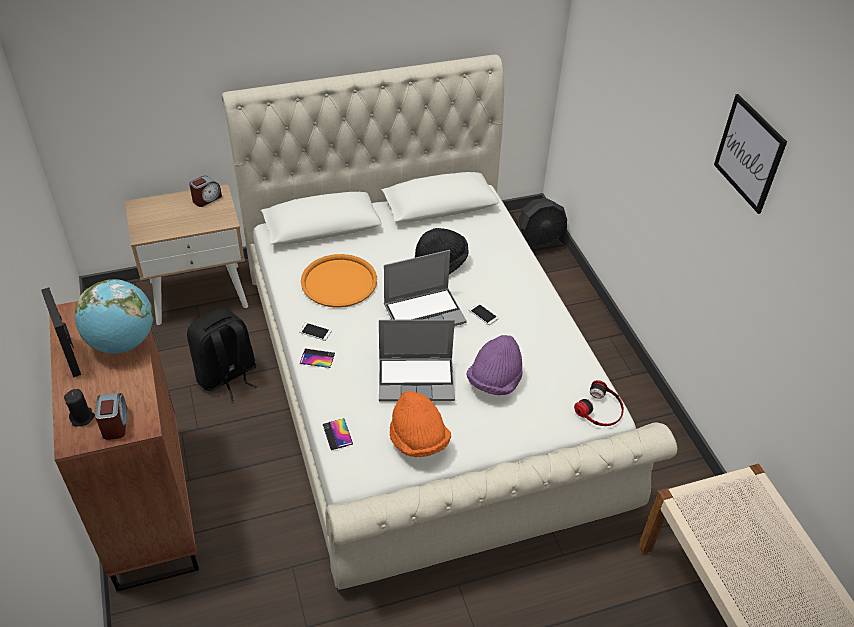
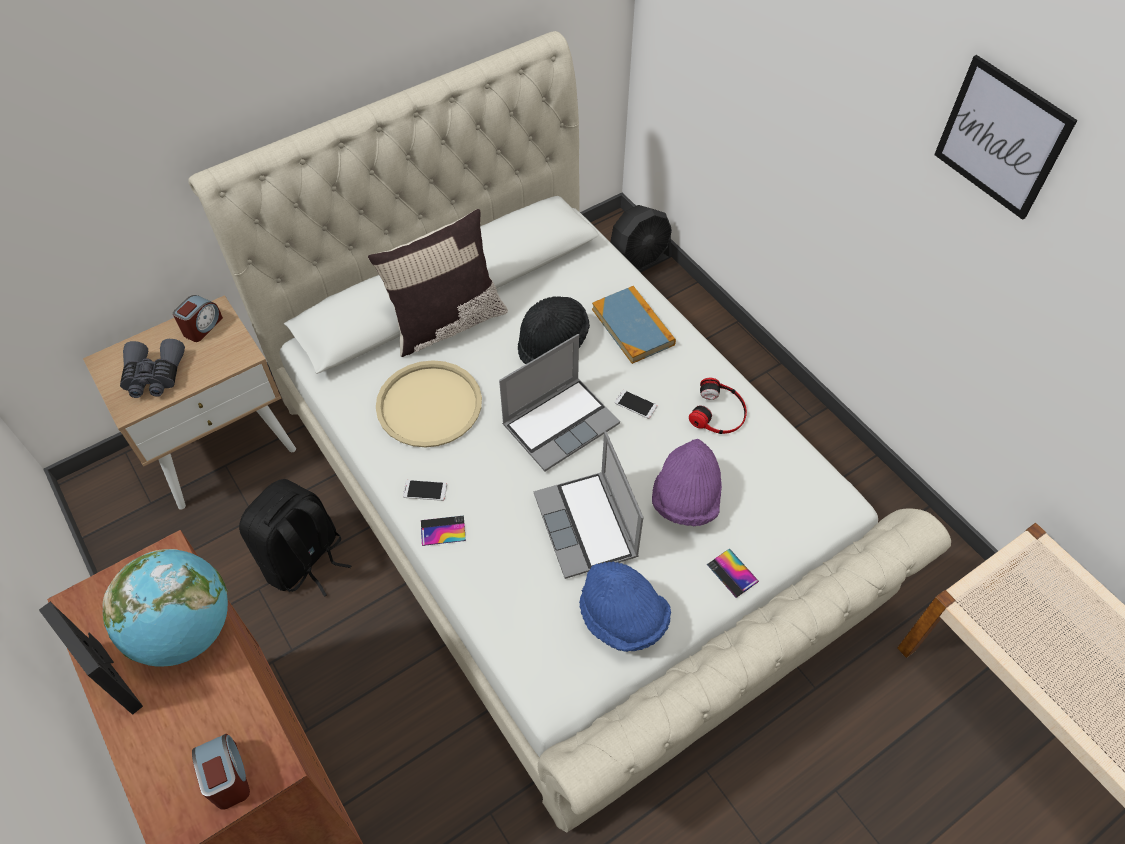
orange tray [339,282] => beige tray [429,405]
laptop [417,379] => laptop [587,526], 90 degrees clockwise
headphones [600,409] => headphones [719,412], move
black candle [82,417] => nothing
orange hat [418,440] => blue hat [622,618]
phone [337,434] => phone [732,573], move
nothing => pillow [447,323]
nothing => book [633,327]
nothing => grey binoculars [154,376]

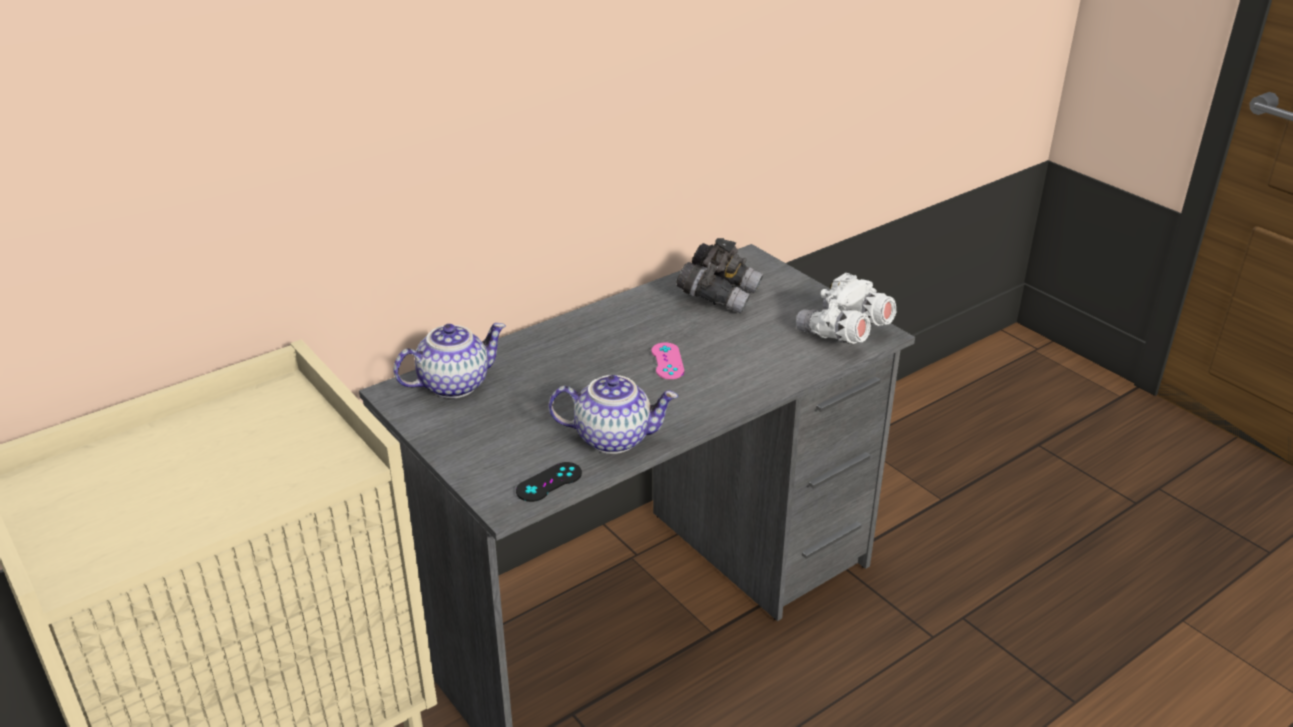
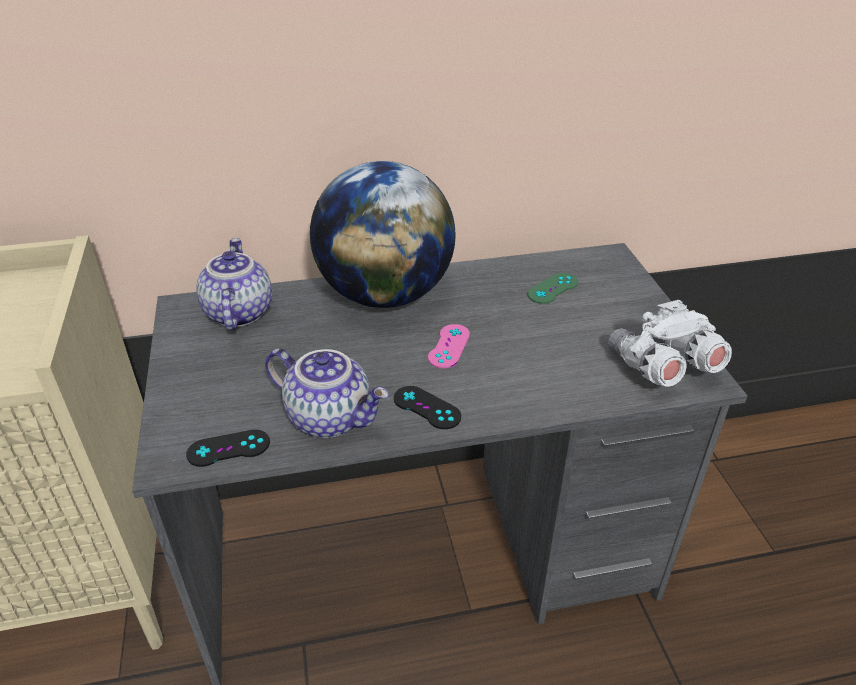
grey binoculars [719,295] => green game controller [553,288]
teapot [454,384] => teapot [237,313], 90 degrees counterclockwise
nothing => globe [385,294]
nothing => black game controller [427,407]

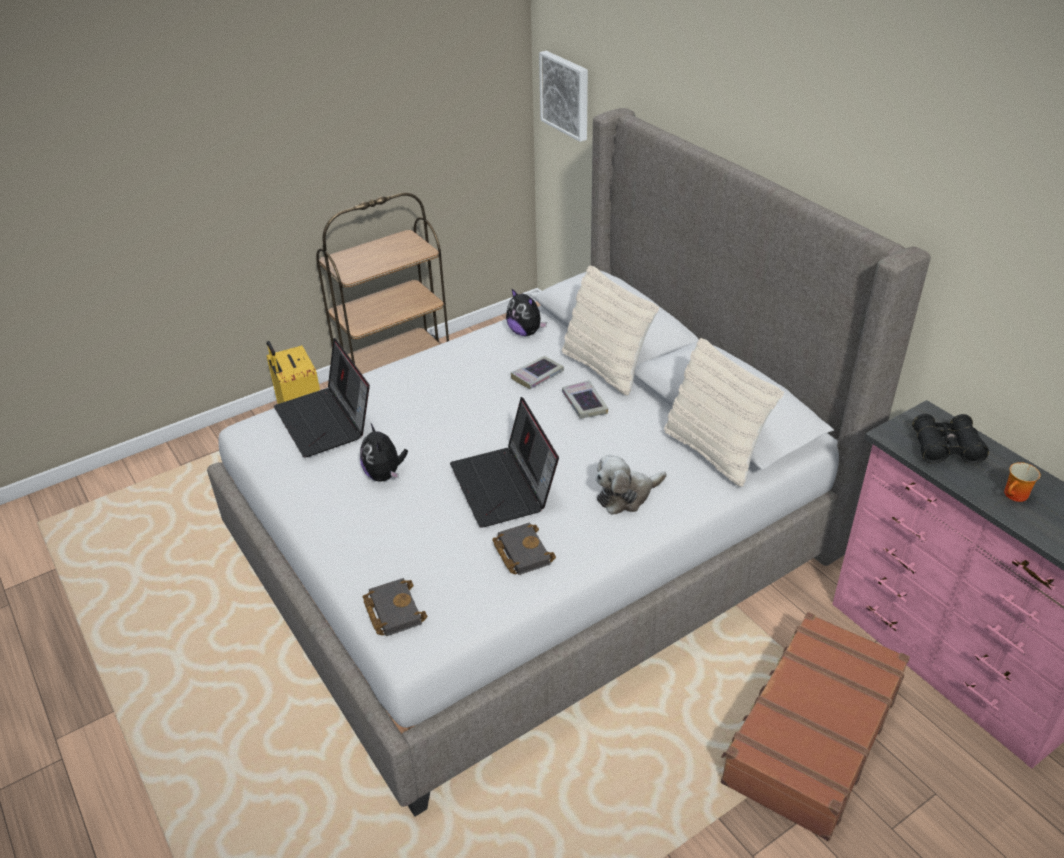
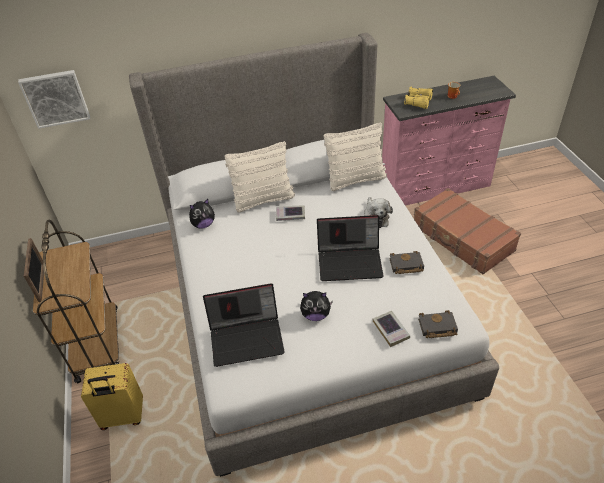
book [537,376] => book [391,330], move
black binoculars [945,448] => yellow binoculars [418,102]
nothing => picture frame [42,282]

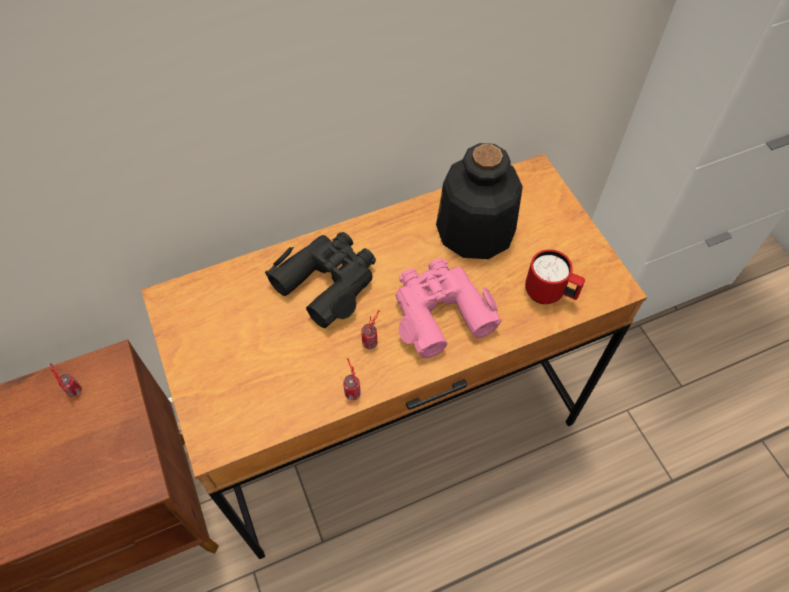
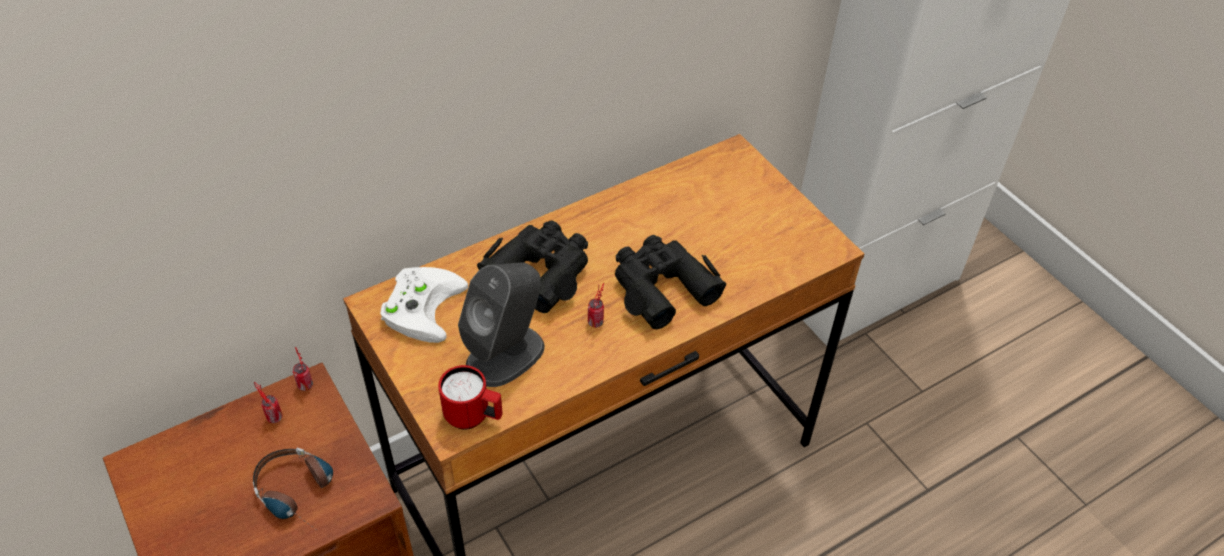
bottle [475,230] => nothing
red mug [549,294] => red mug [473,417], move
pink binoculars [440,311] => black binoculars [661,286]
can [352,391] => can [305,383], move
nothing => grey speaker [506,354]
nothing => white game controller [421,305]
nothing => headphones [301,494]

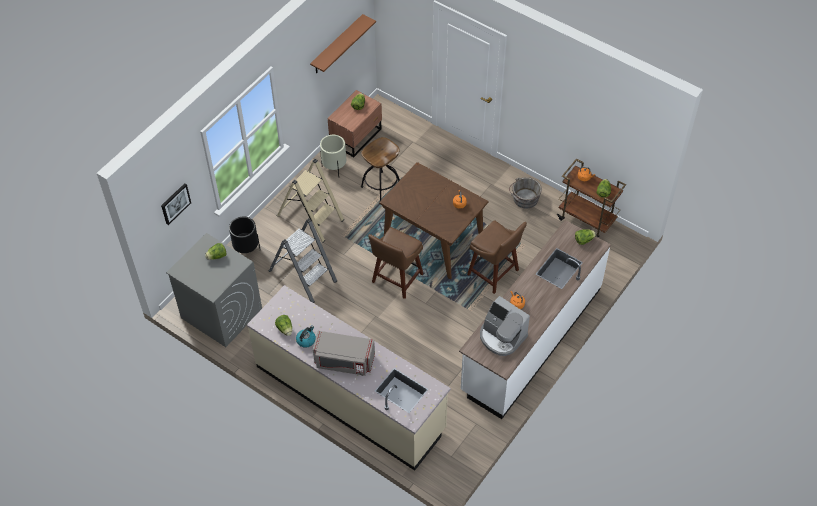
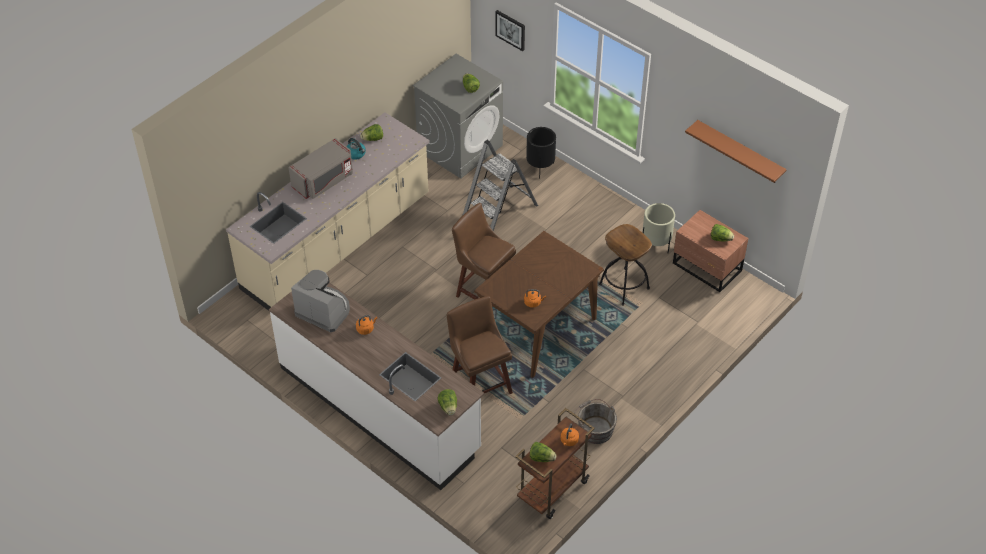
beige step ladder [309,217] => nothing
brown chair [495,274] => brown chair [479,384], 105 degrees clockwise
coffee machine [502,337] => coffee machine [324,311], 75 degrees clockwise
grey microwave [344,361] => grey microwave [323,181], 150 degrees counterclockwise

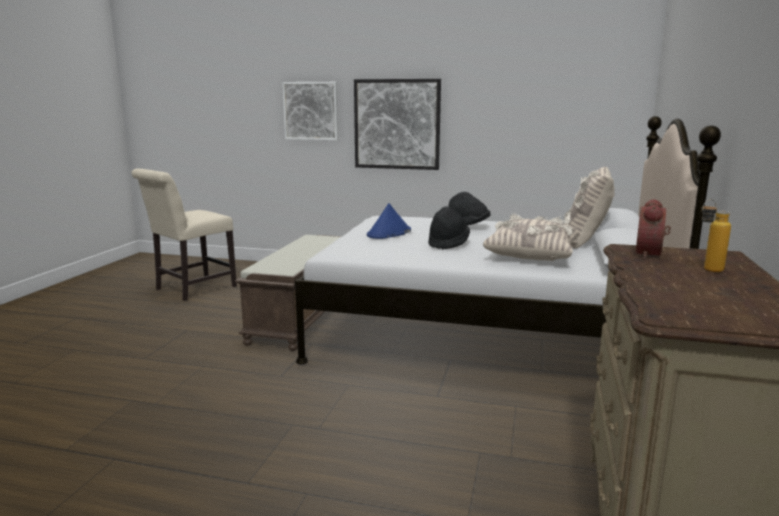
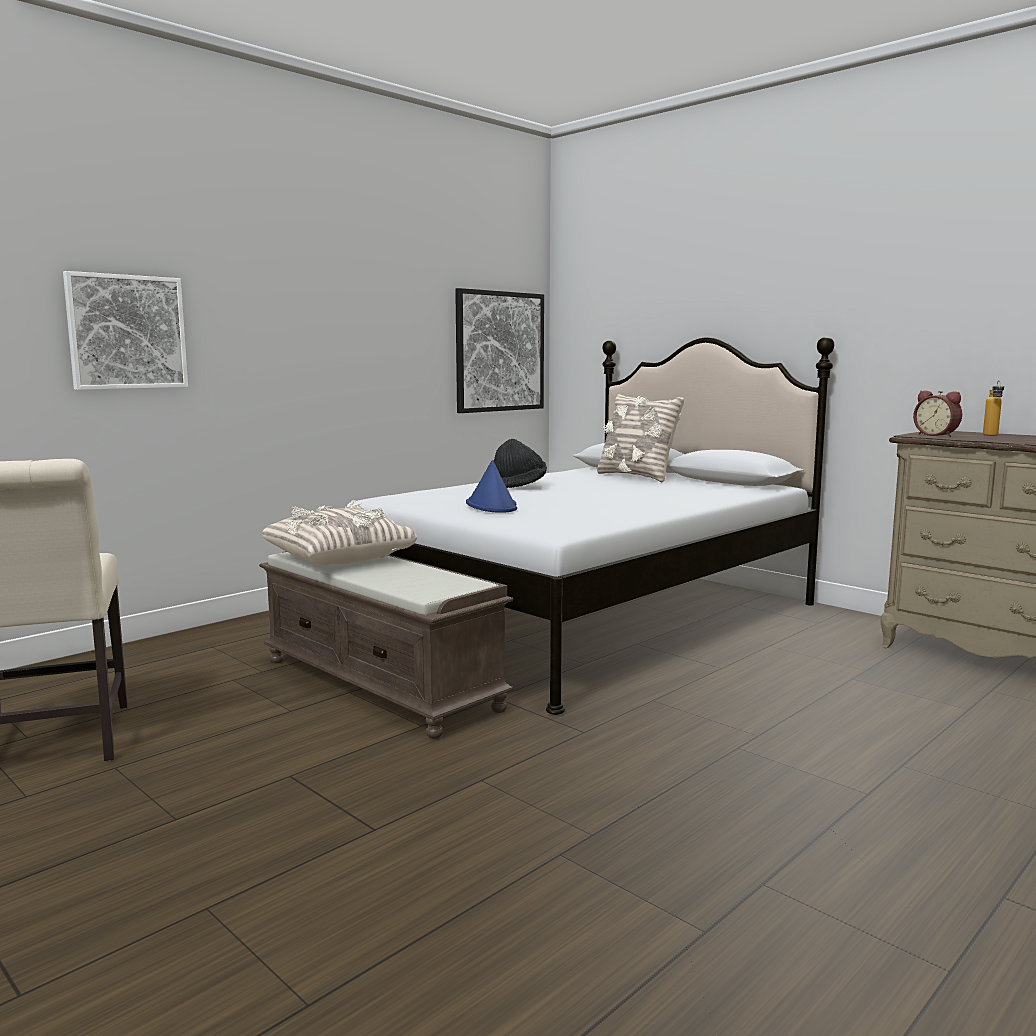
picture [397,124] => picture [500,351], move
black hat [448,244] => nothing
beige pillow [531,256] => beige pillow [339,560], move

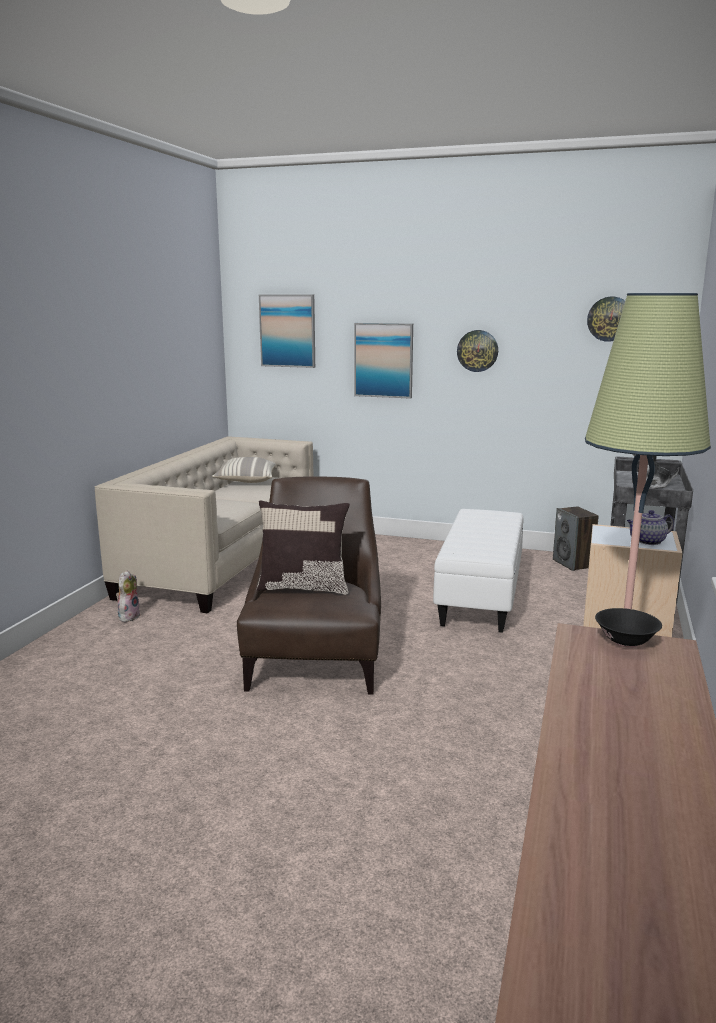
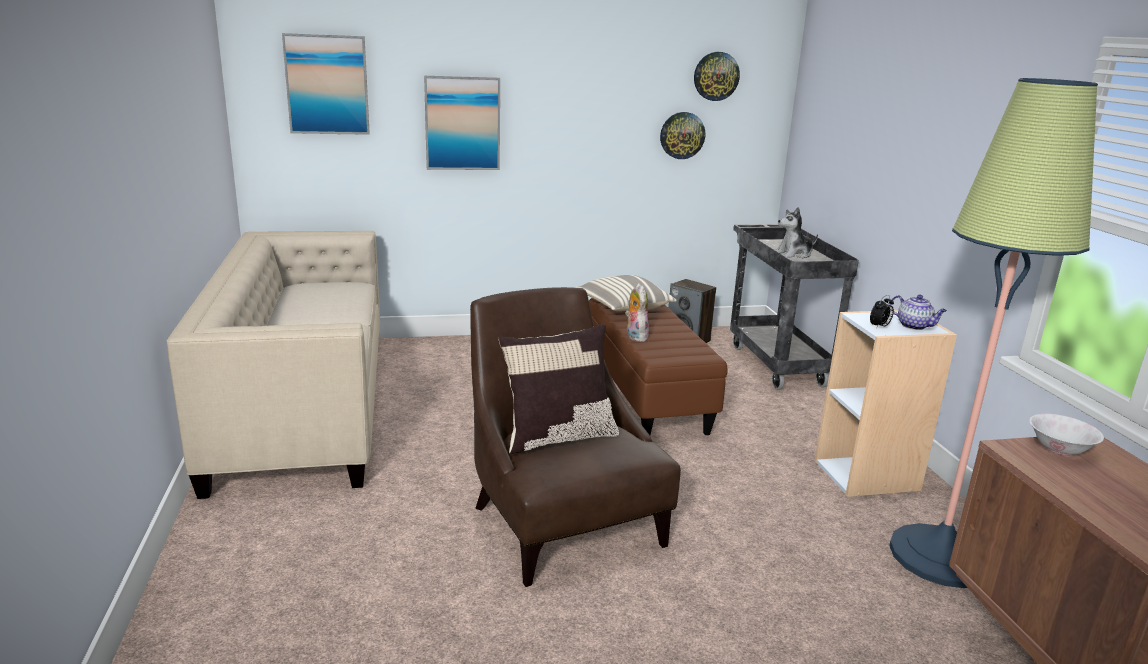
wall clock [477,351] => wall clock [682,135], move
pillow [246,481] => pillow [623,307], move
white ottoman [481,597] => brown ottoman [647,397]
teapot [648,541] => teapot [914,326], 90 degrees counterclockwise
plush toy [128,616] => plush toy [635,336], move
black bowl [626,642] => white bowl [1060,449]
nothing => alarm clock [879,327]

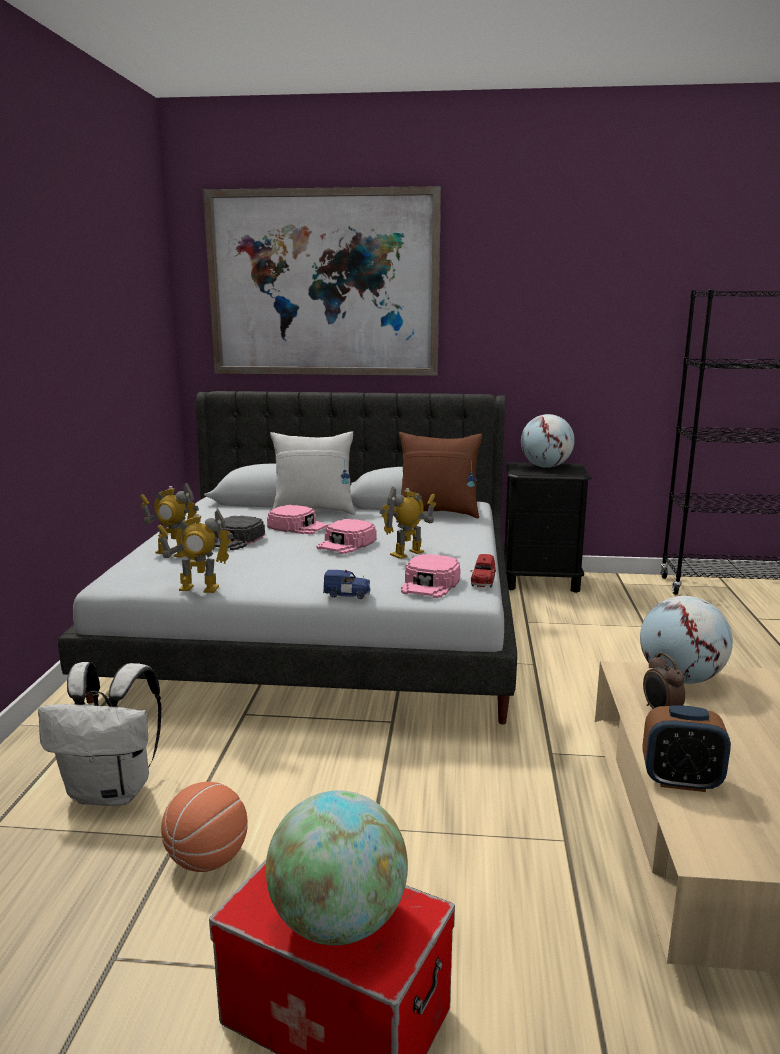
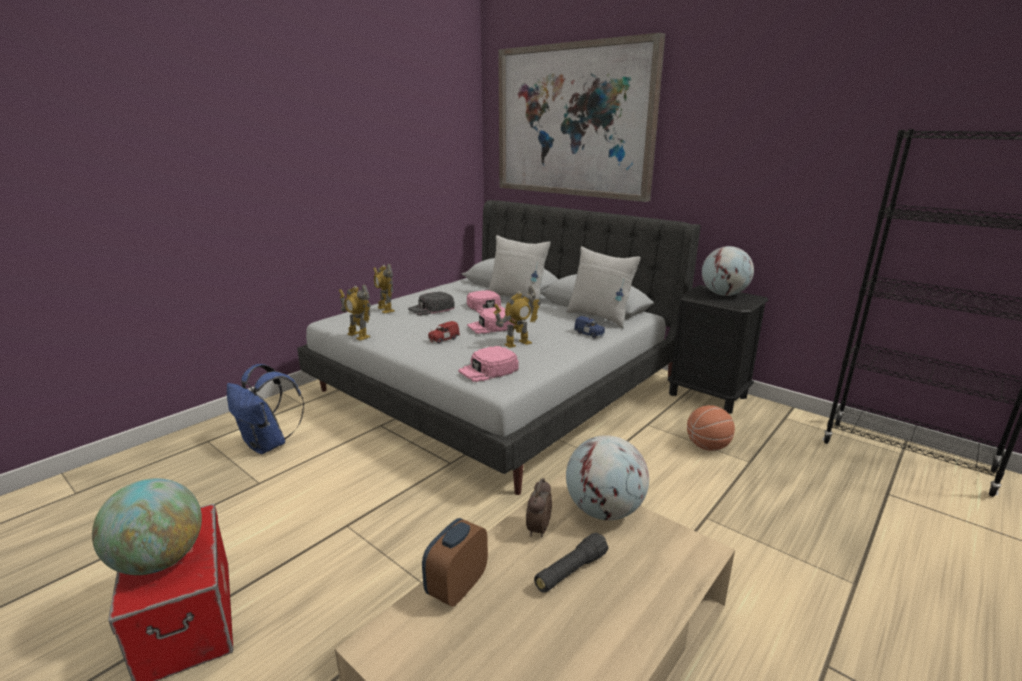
brown pillow [437,513] => grey pillow [599,317]
toy robot [407,553] => toy robot [517,343], 150 degrees clockwise
red toy car [483,581] => red toy car [443,339], move
blue toy car [347,594] => blue toy car [589,334], move
white backpack [113,791] => blue backpack [268,445]
alarm clock [680,781] => alarm clock [457,587], 75 degrees clockwise
basketball [208,859] => basketball [707,446], move
nothing => black flashlight [571,571]

